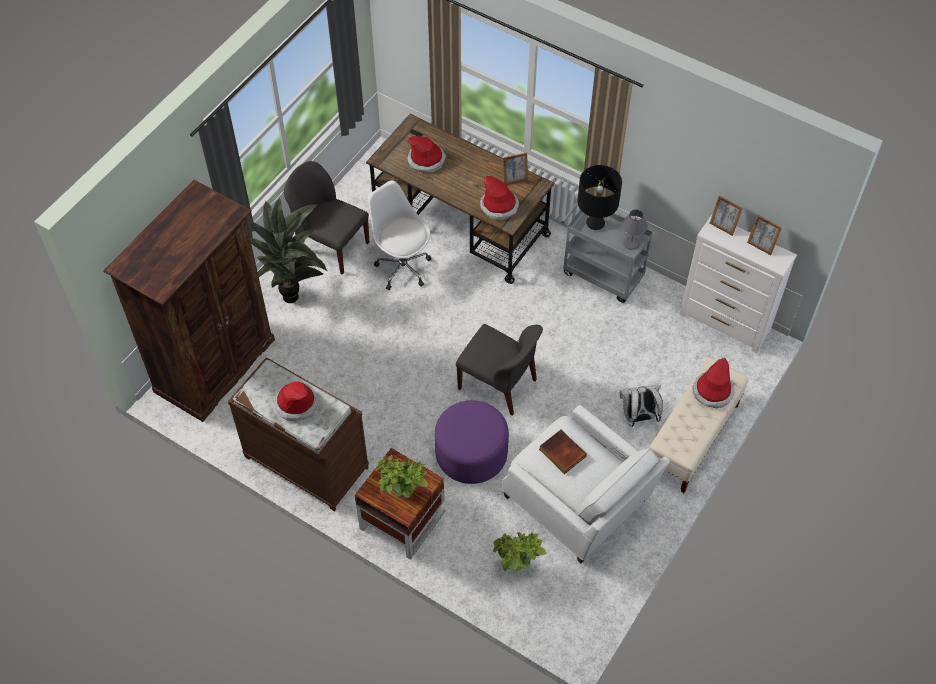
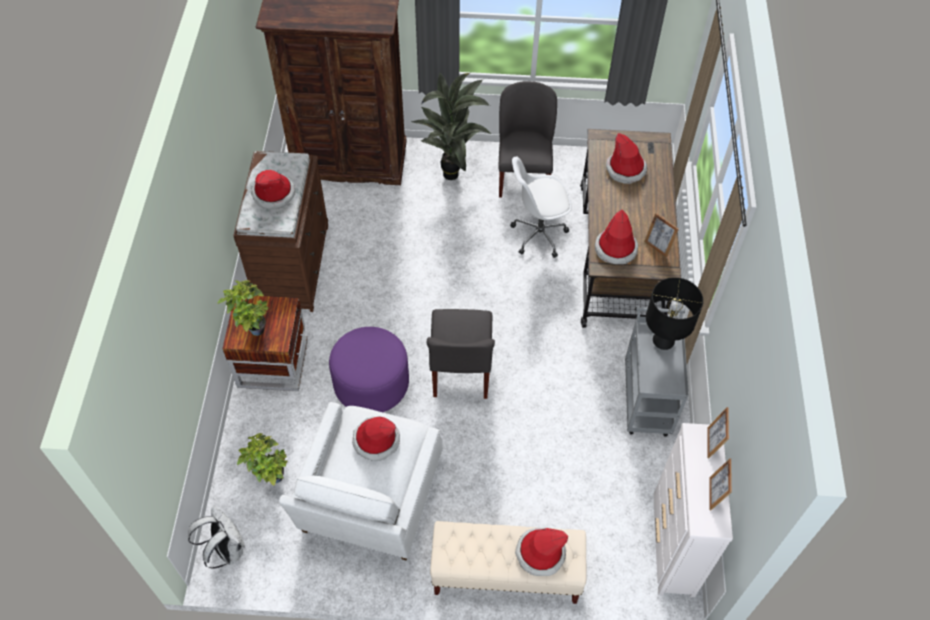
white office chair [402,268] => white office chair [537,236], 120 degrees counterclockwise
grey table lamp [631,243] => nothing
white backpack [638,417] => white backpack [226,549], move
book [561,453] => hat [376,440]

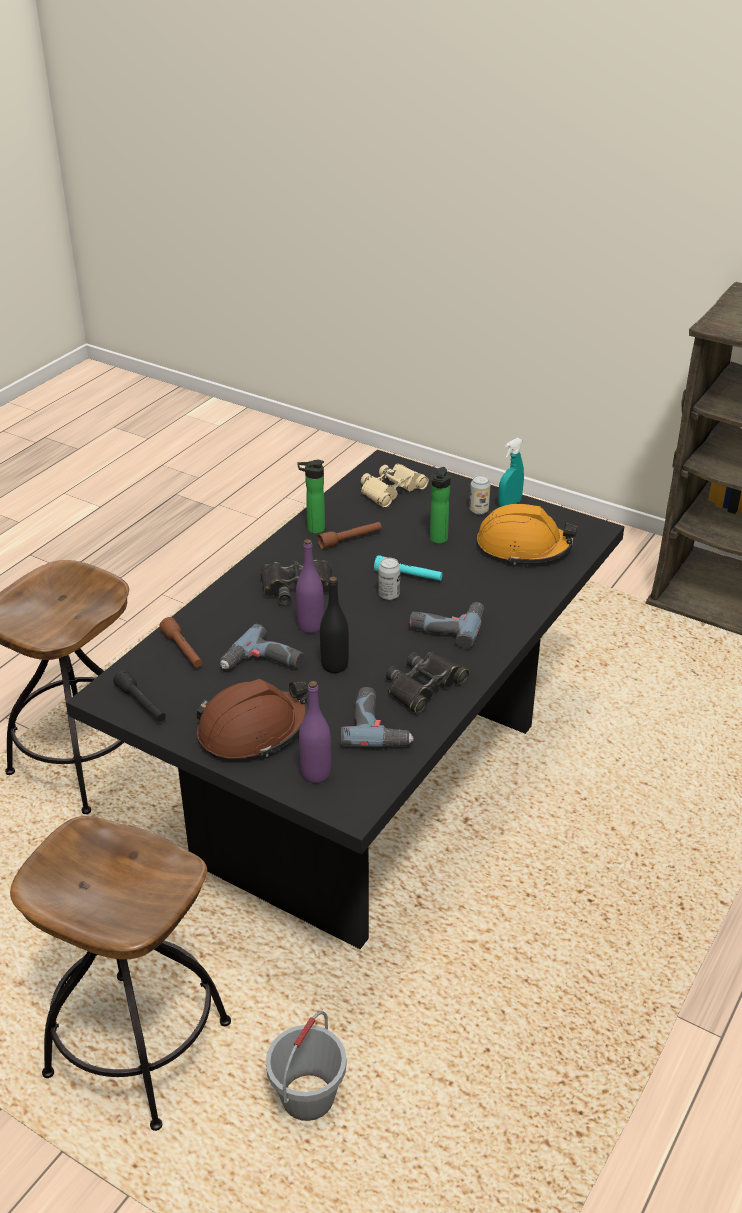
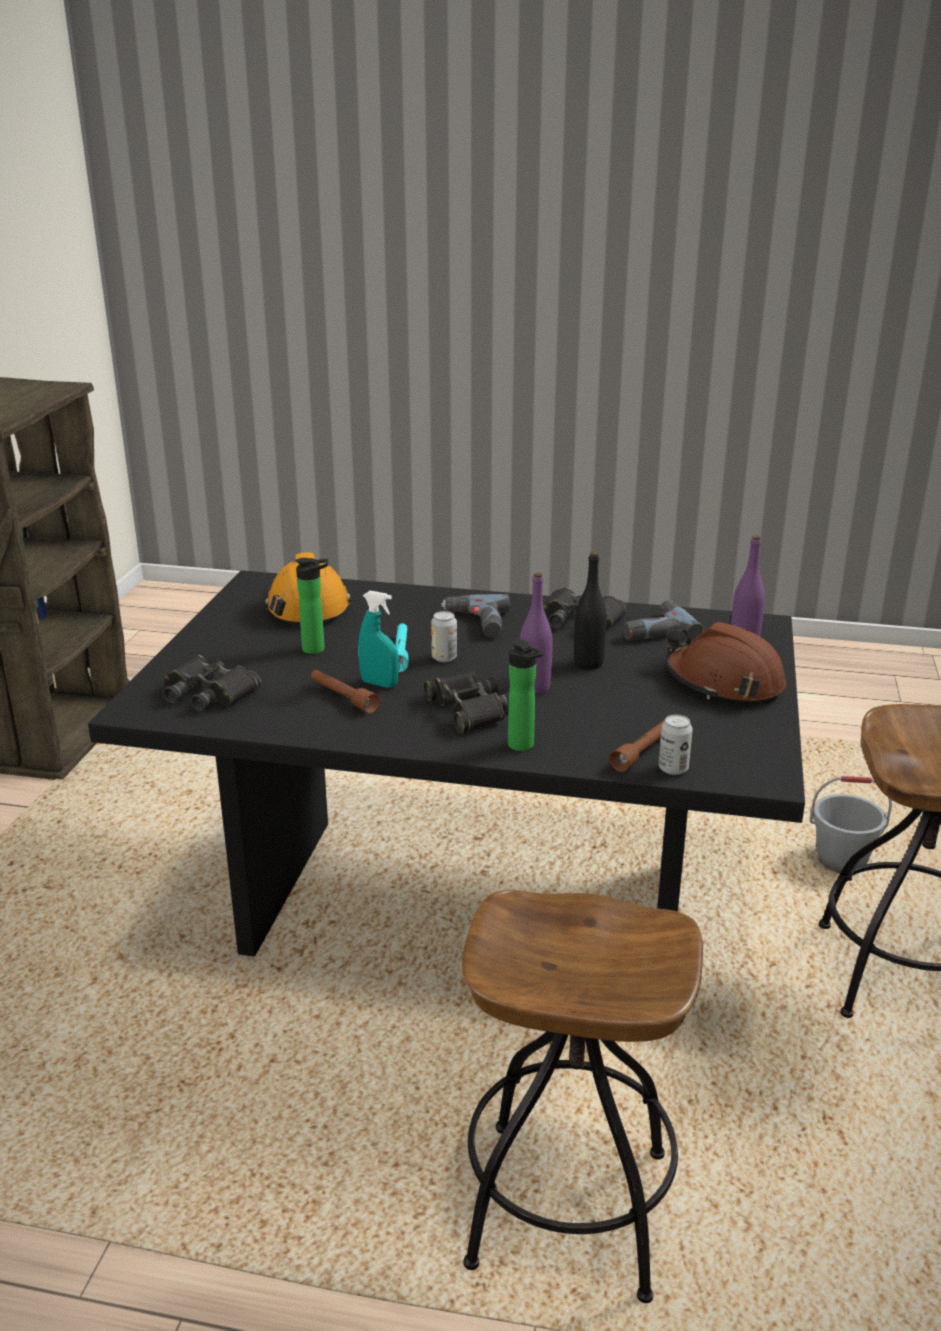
turquoise spray bottle [509,504] => turquoise spray bottle [379,684], move
bottle [313,529] => bottle [523,746], move
beige binoculars [391,490] => black binoculars [208,693]
can [478,510] => can [673,769], move
power drill [263,663] => nothing
black flashlight [141,704] => nothing

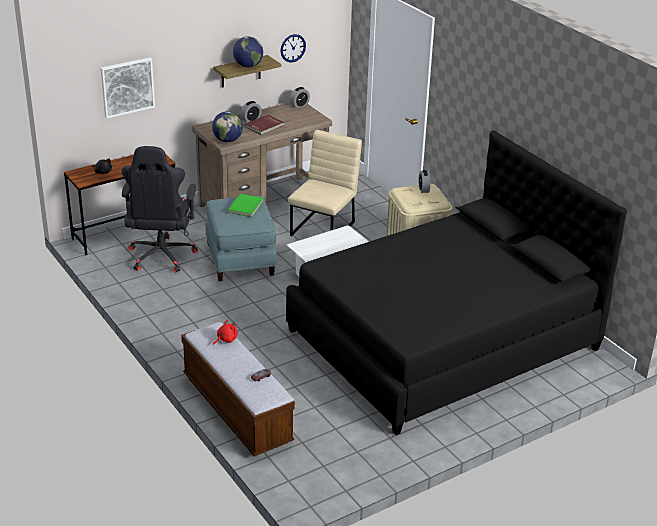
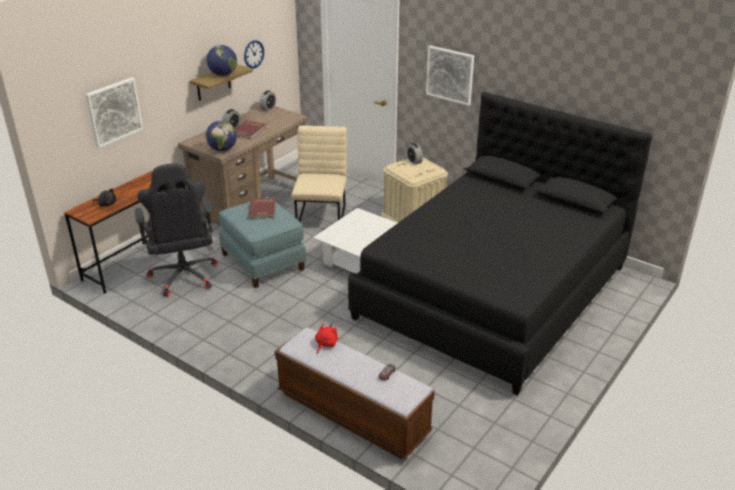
green book [246,207] => red book [263,209]
nothing => picture [450,75]

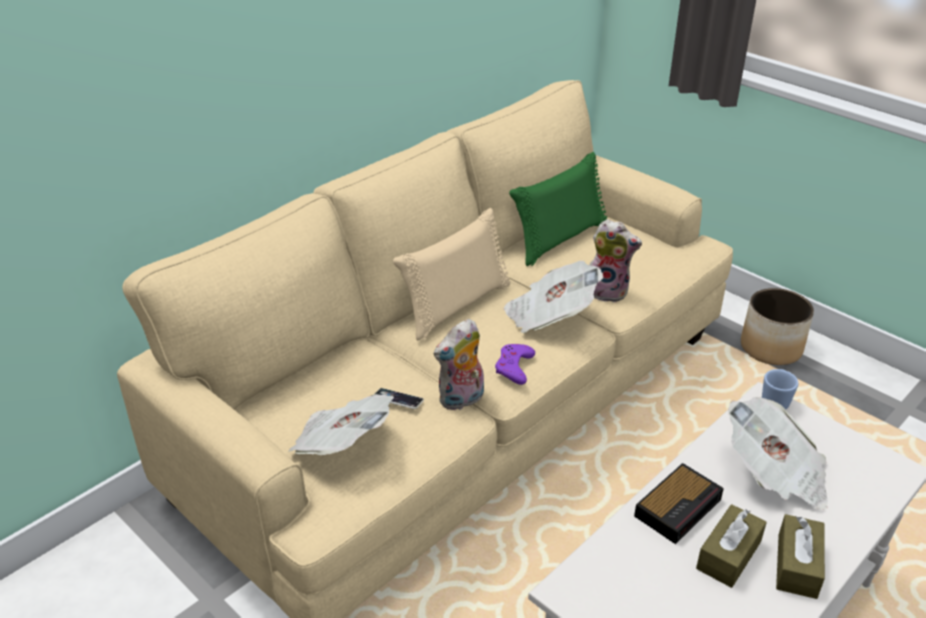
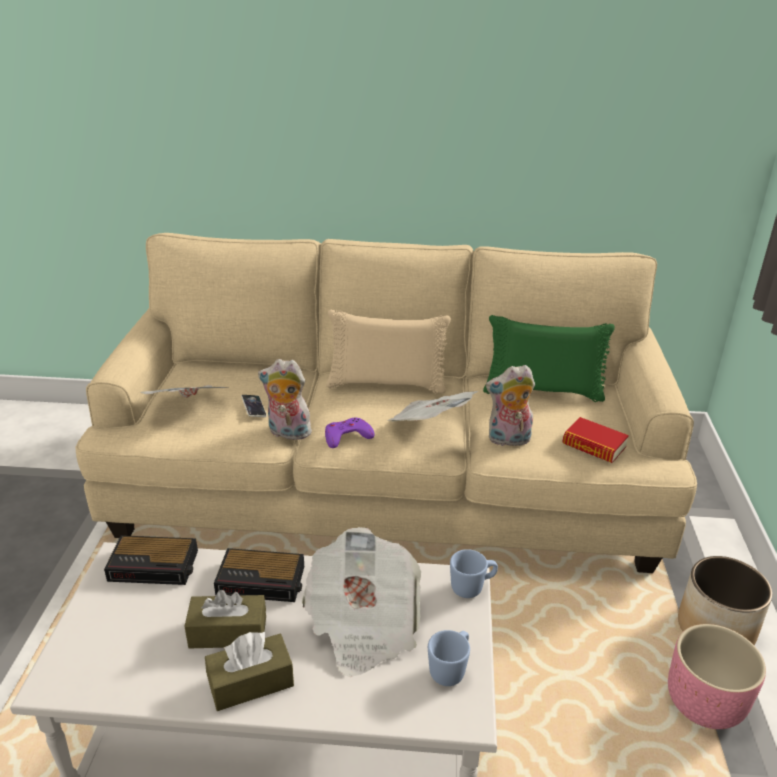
plush toy [608,291] => plush toy [508,440], 105 degrees clockwise
nothing => book [594,445]
nothing => alarm clock [155,565]
nothing => pink planter [702,704]
nothing => blue mug [450,669]

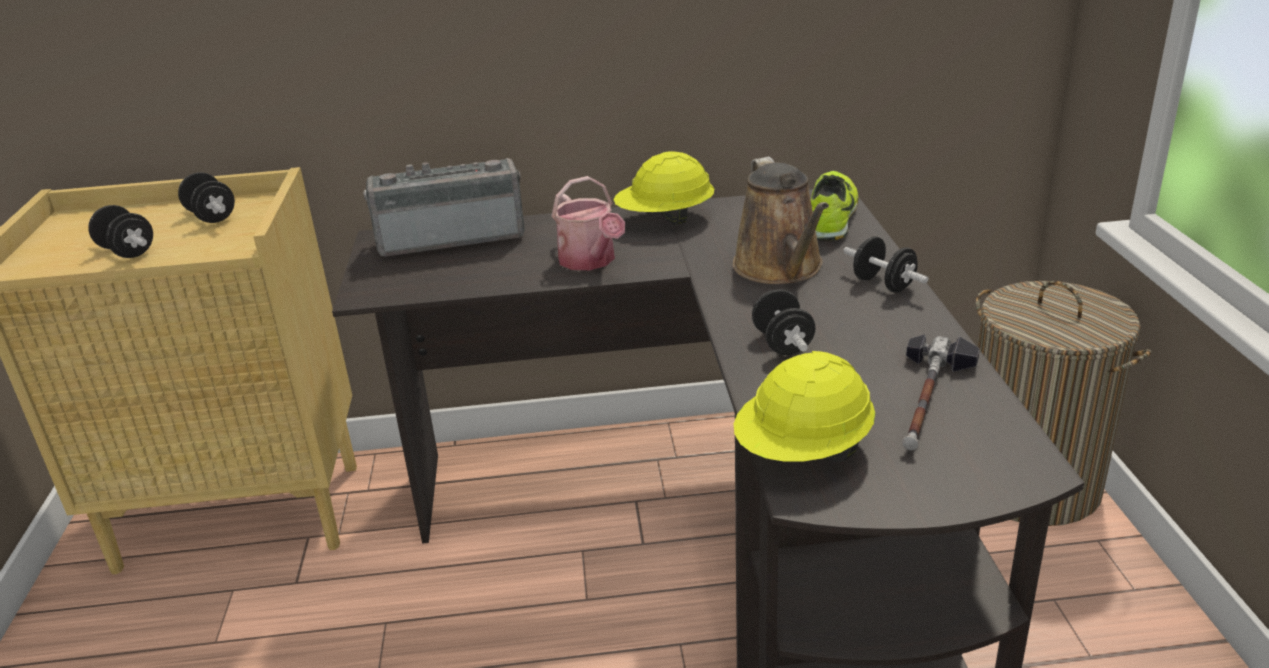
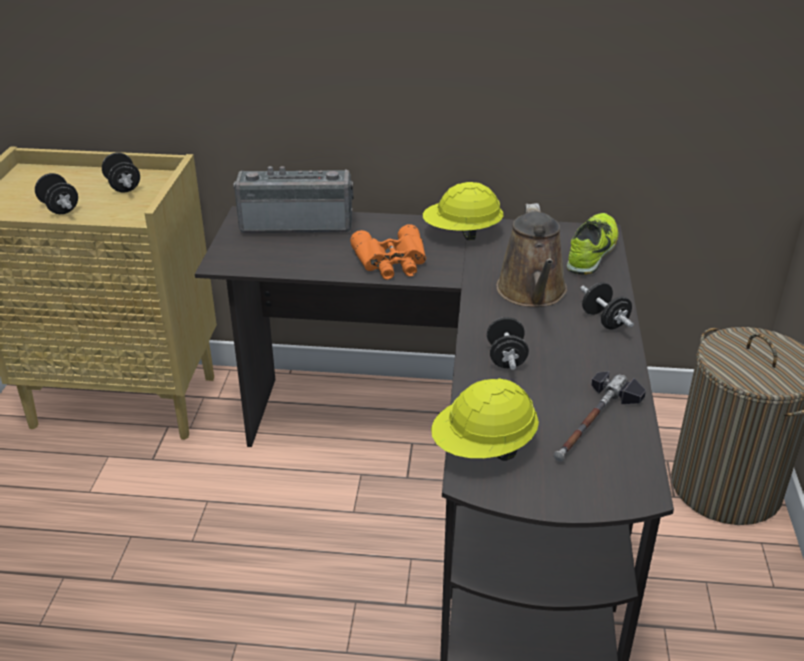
watering can [590,261] => orange binoculars [392,262]

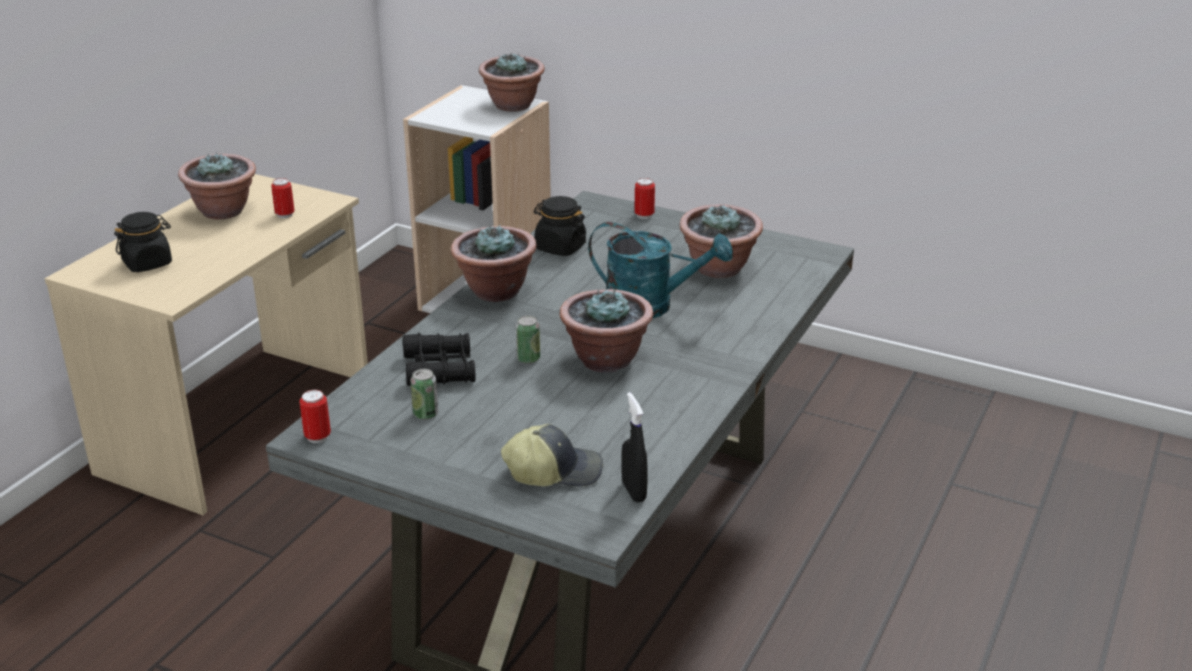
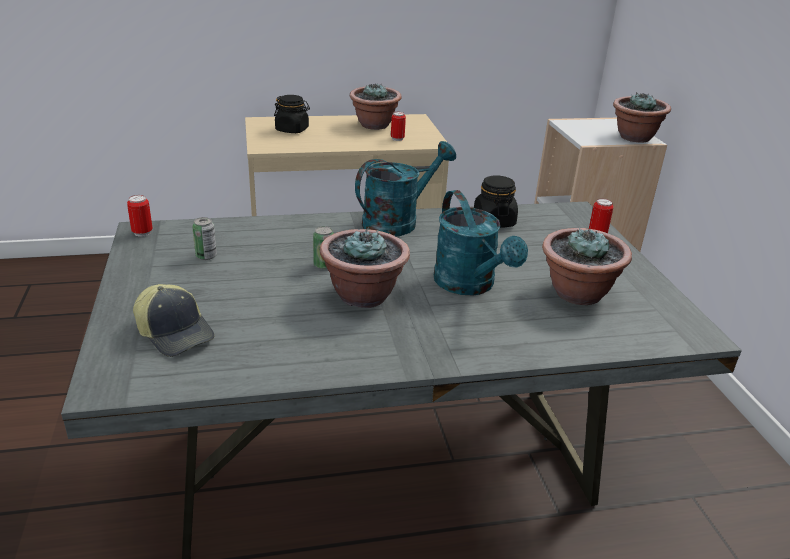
potted plant [495,291] => turquoise watering can [398,221]
black binoculars [440,369] => nothing
black spray bottle [633,491] => nothing

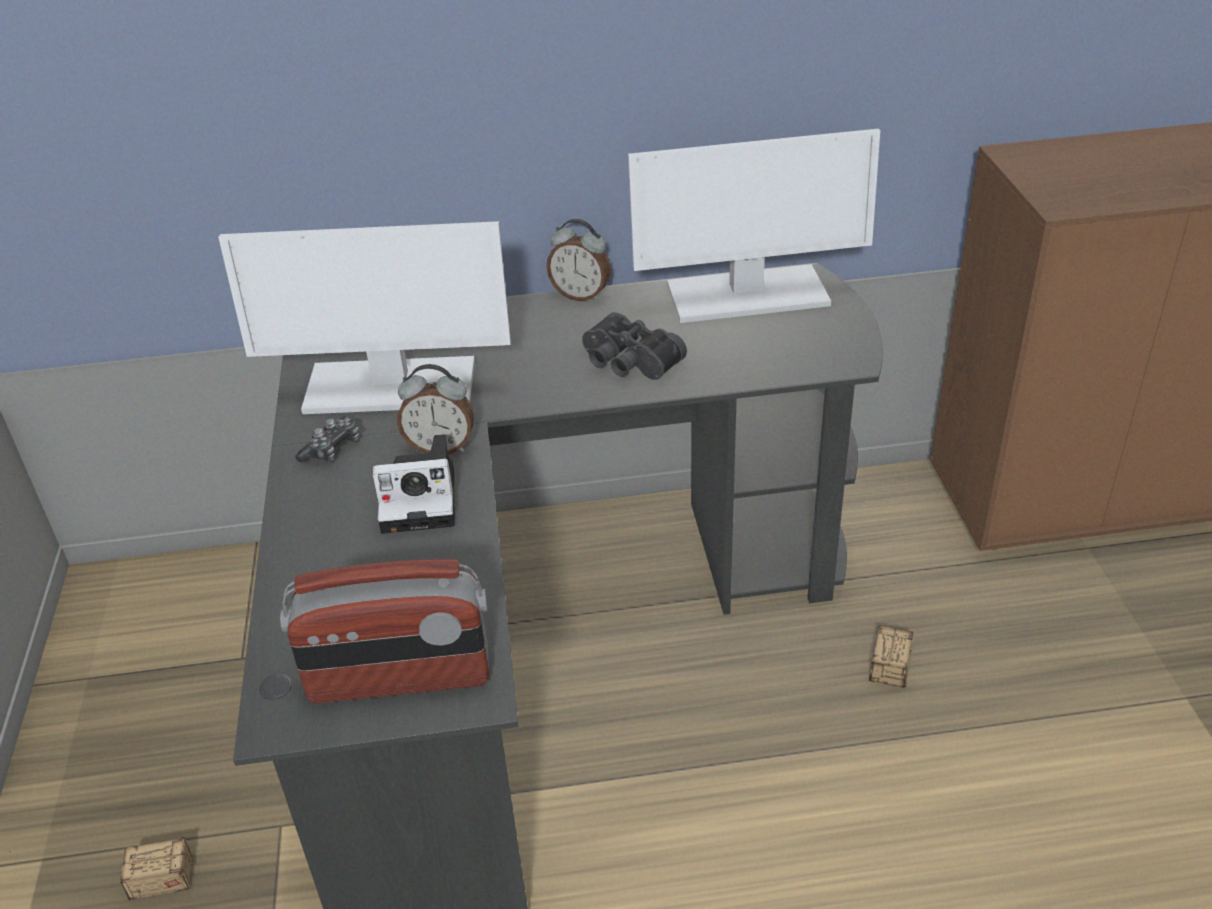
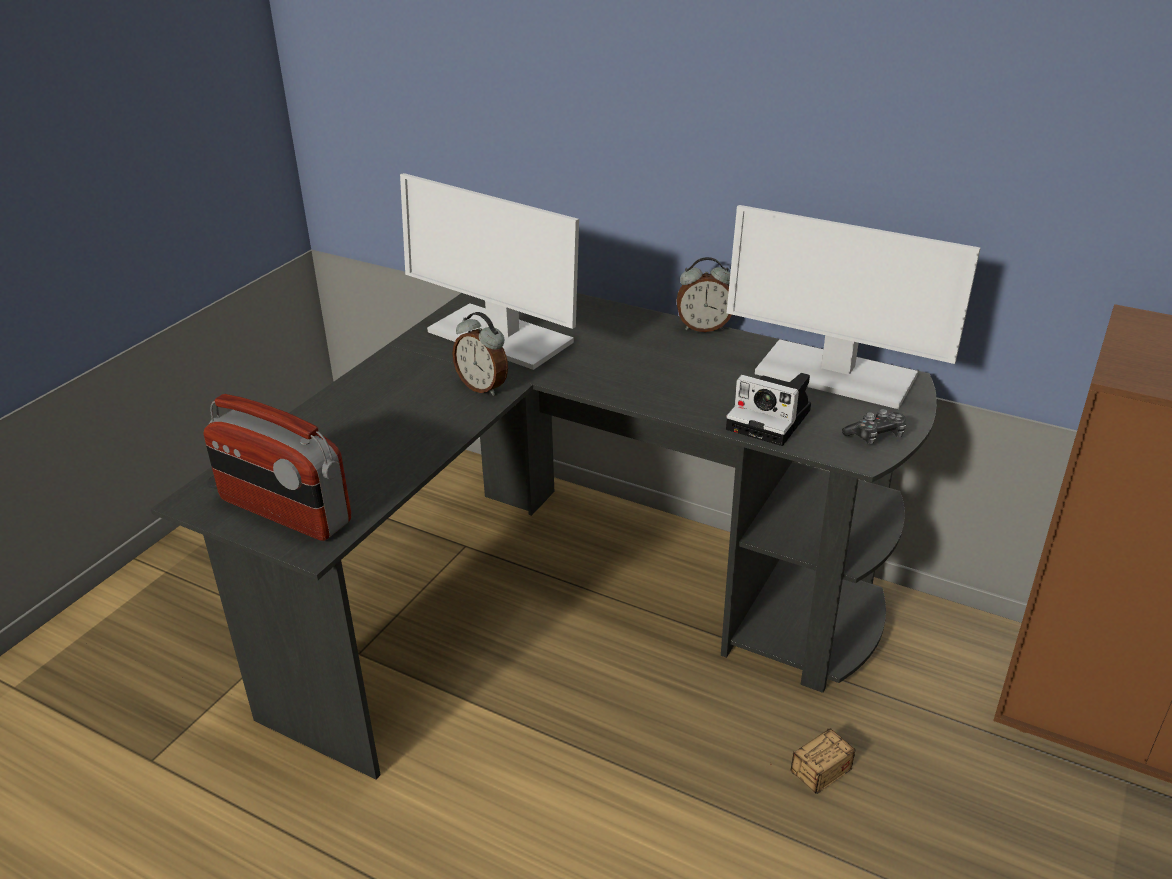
alarm clock [581,295] => alarm clock [703,327], 60 degrees counterclockwise
black binoculars [628,363] => nothing
game controller [332,449] => game controller [875,436], move
photo camera [423,499] => photo camera [772,420], move
storage box [120,885] => nothing

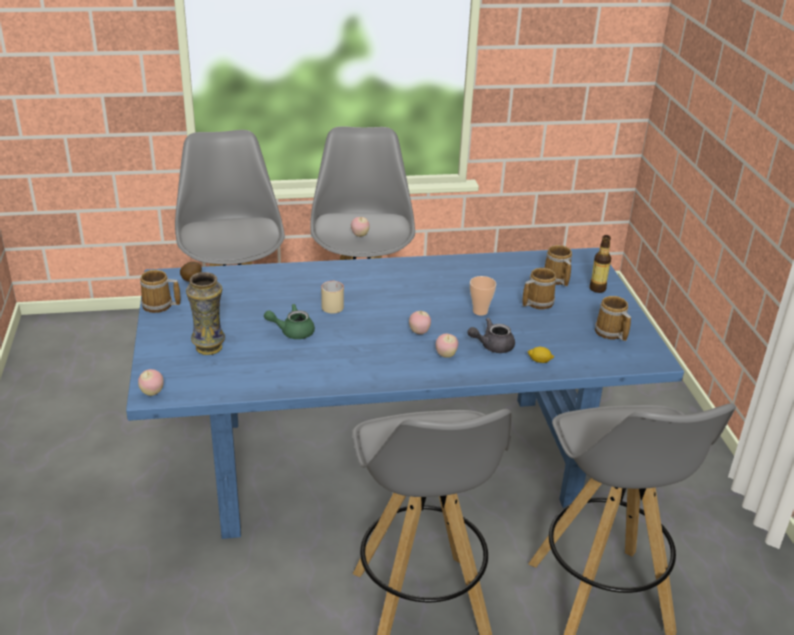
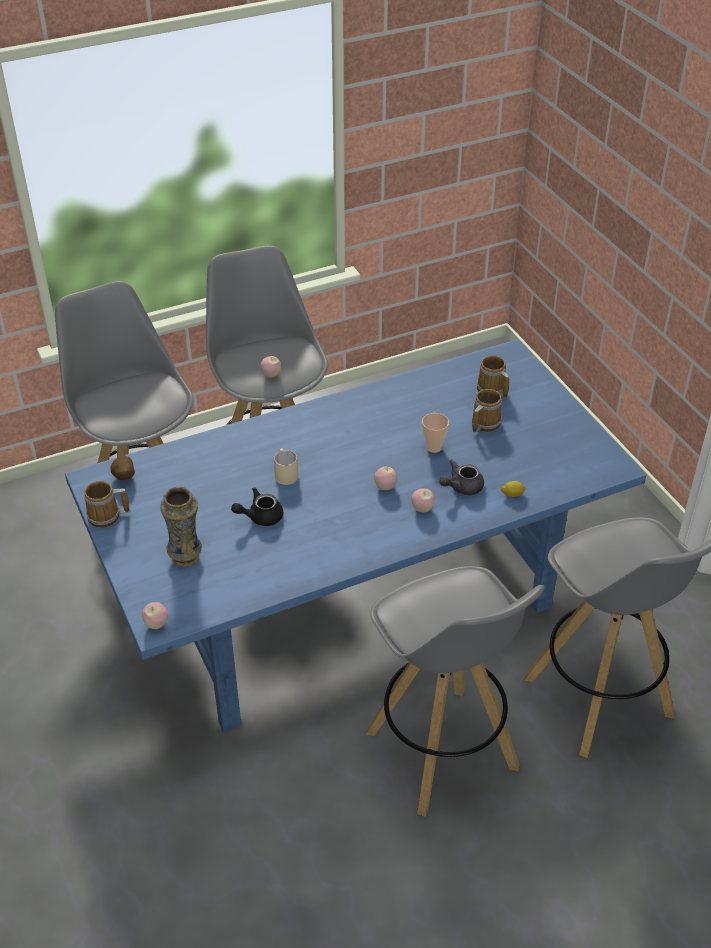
bottle [597,289] => nothing
mug [610,333] => nothing
green teapot [292,332] => black teapot [260,517]

